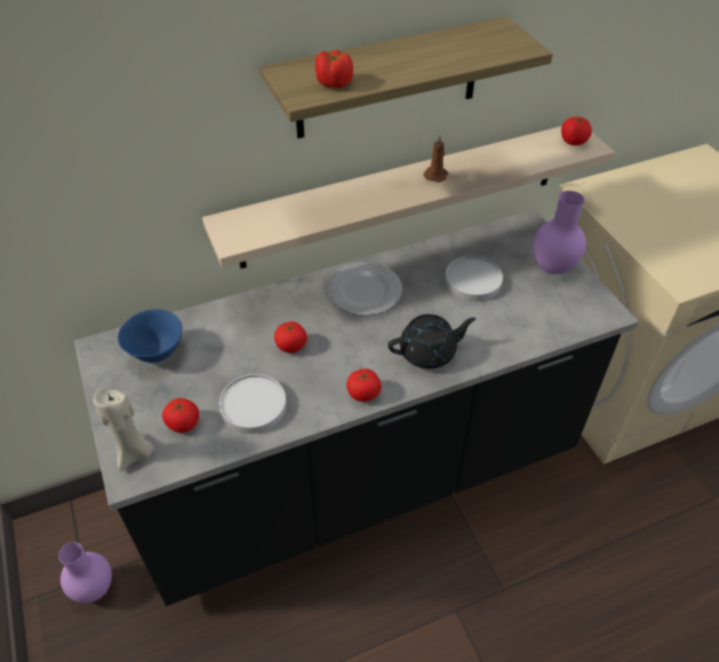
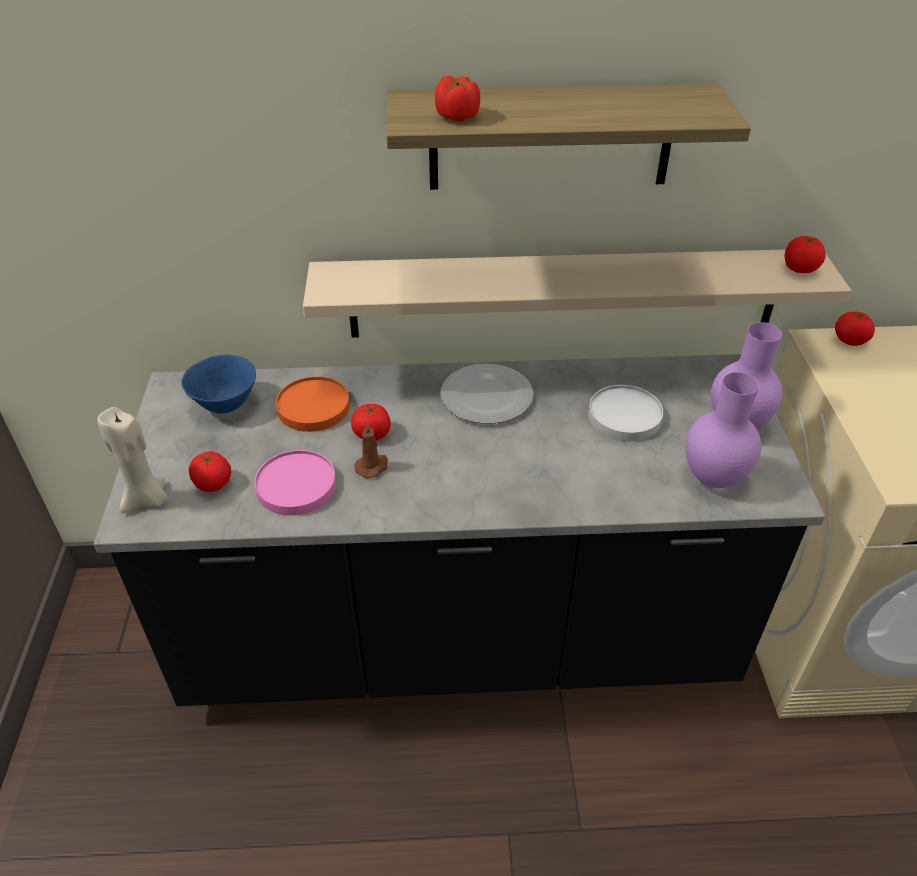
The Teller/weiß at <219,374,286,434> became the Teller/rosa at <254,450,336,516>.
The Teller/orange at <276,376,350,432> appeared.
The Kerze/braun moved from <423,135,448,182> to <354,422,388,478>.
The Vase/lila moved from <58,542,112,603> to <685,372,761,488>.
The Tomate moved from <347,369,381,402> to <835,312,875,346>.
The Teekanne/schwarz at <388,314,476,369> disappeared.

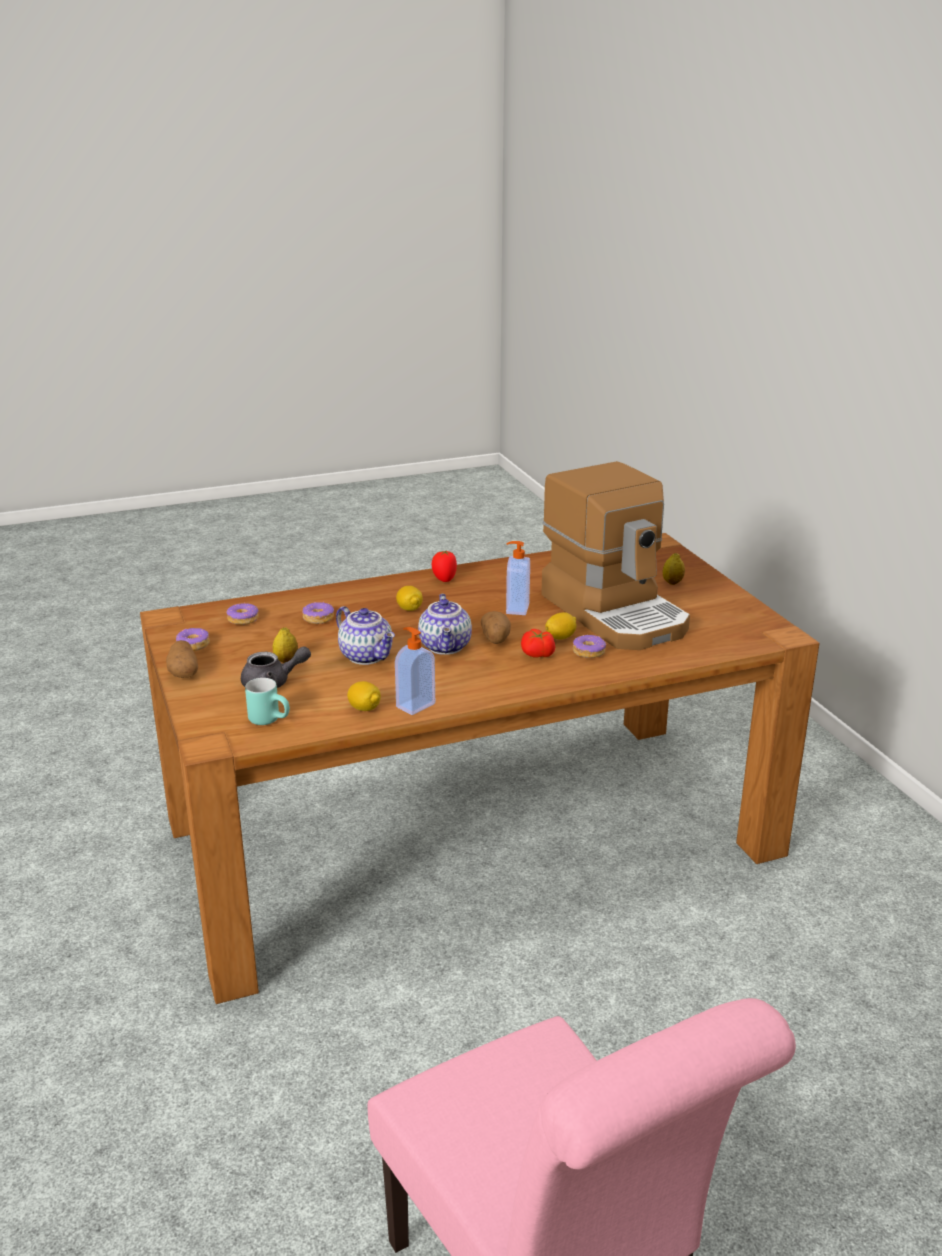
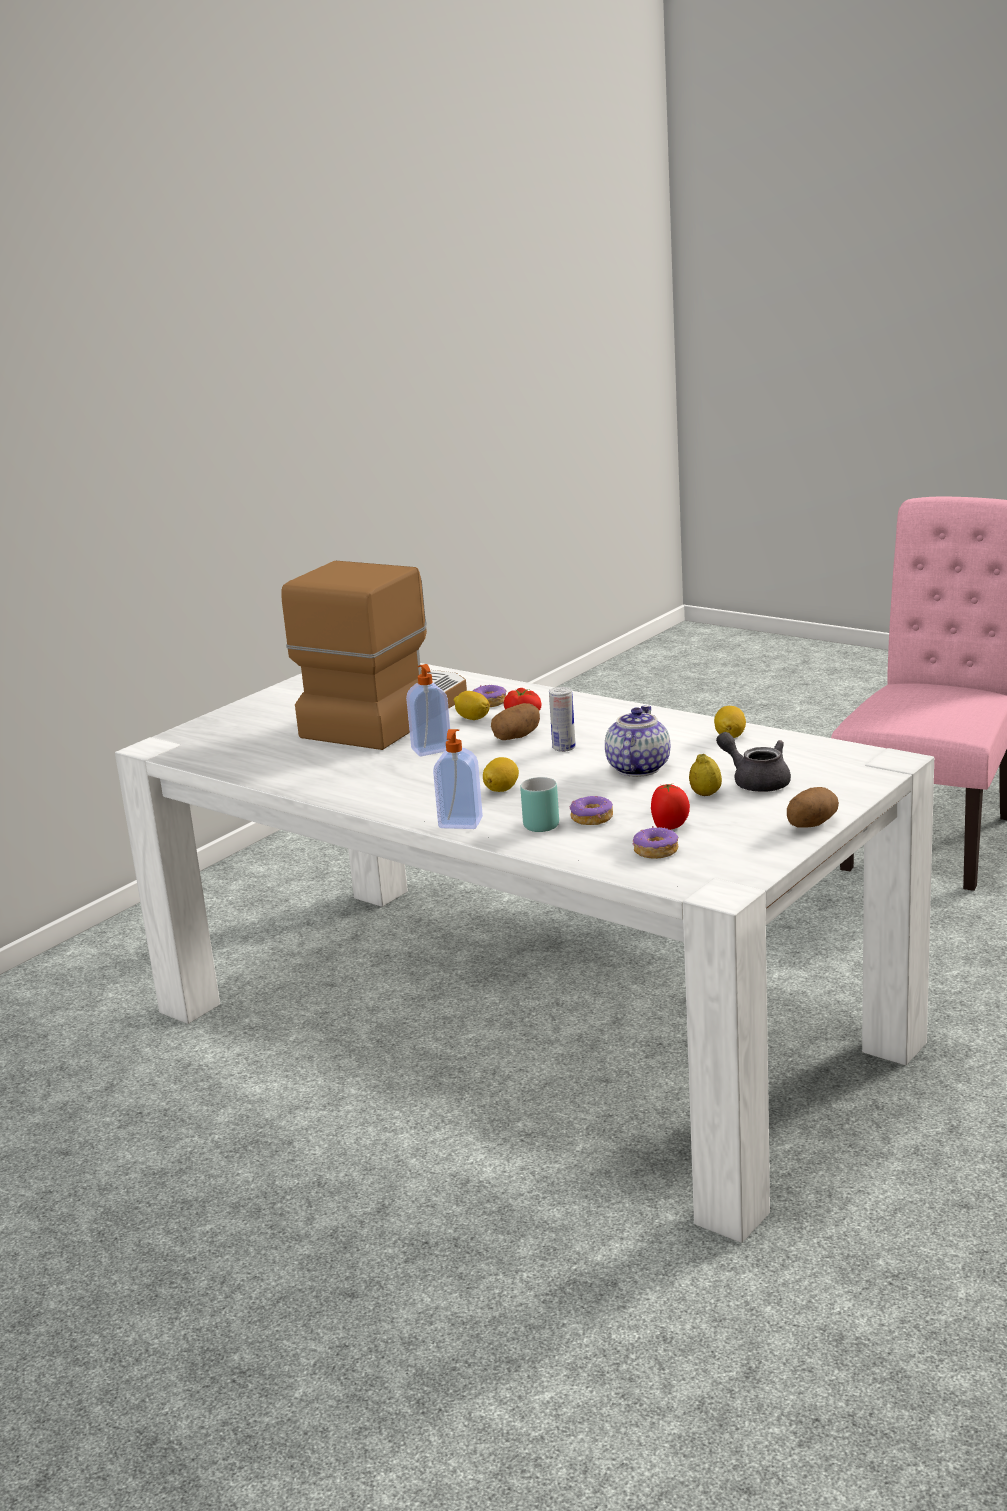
The Esstisch/braun at <140,533,820,1004> became the Esstisch/weiß at <115,663,934,1243>.
The Seifenspender moved from <395,627,435,715> to <433,729,483,829>.
The Henkelbecher/türkis moved from <245,678,290,725> to <520,777,559,832>.
The Teekanne at <418,594,472,655> was replaced by the Dose at <549,687,576,752>.
The Tomate moved from <432,550,457,582> to <651,784,690,830>.
The Donut at <176,628,210,651> disappeared.
The Zitrone at <663,553,685,585> disappeared.

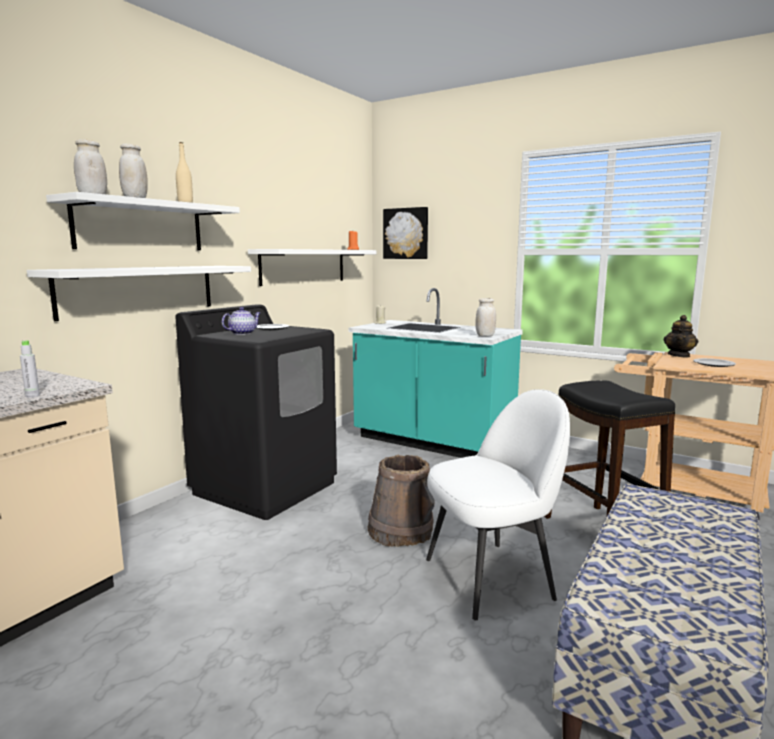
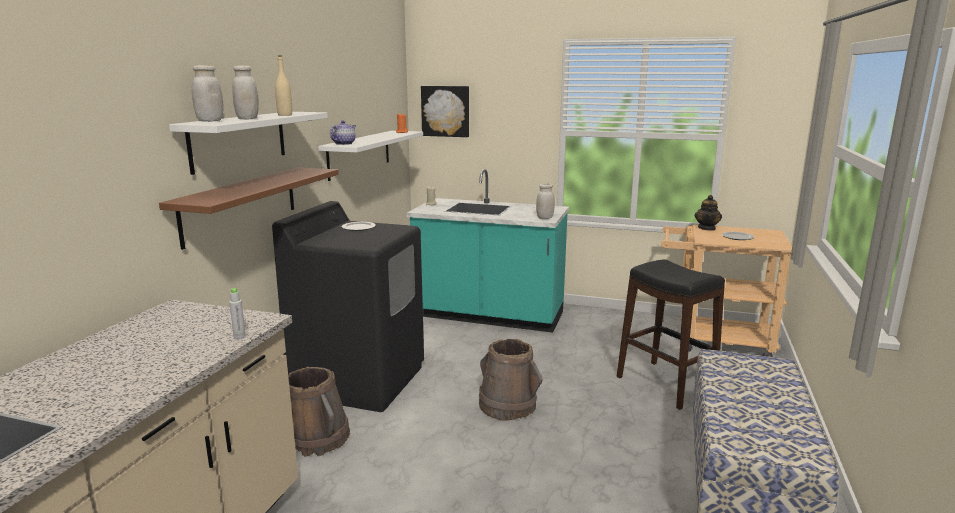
The Wandregal/weiß at <26,266,251,321> became the Wandregal/braun at <159,167,339,250>.
The Eimer/braun at <288,367,350,457> appeared.
The Teekanne moved from <222,307,260,335> to <330,121,356,145>.
The Stuhl/weiß at <426,389,570,620> disappeared.

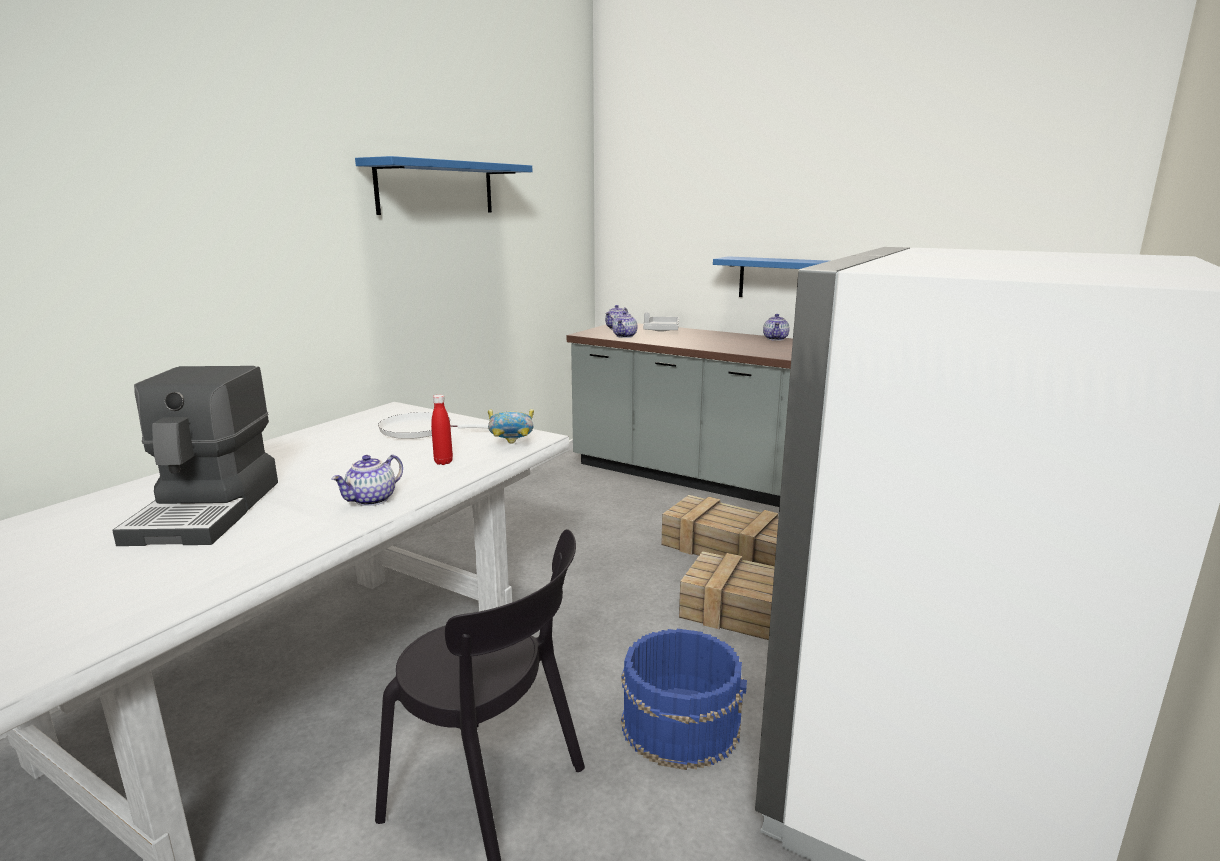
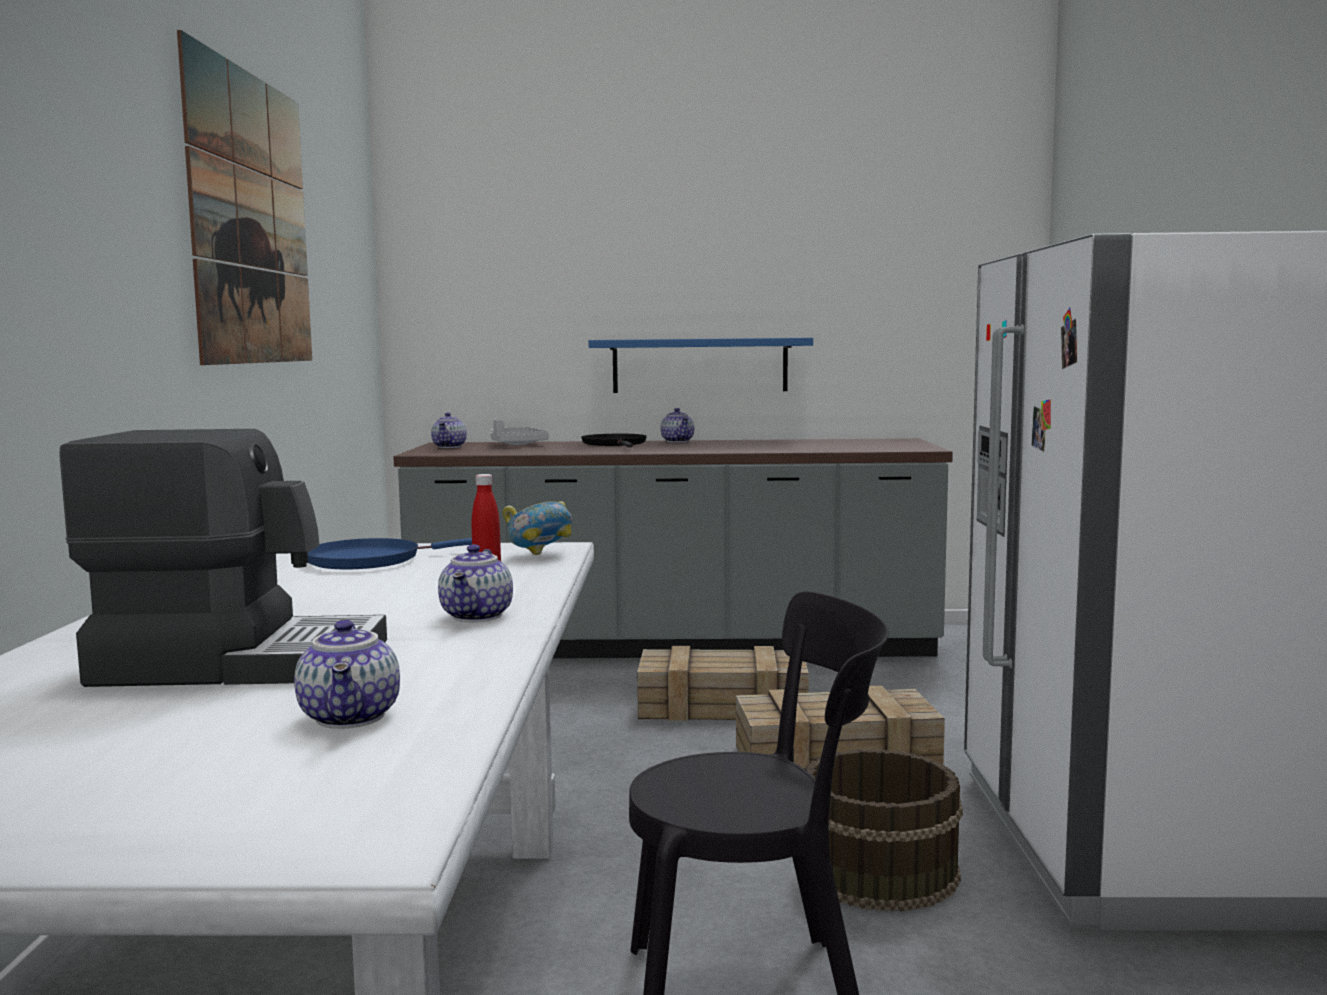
The Kaffeemaschine at <112,366,278,546> turned 60 degrees counterclockwise.
The Wandregal/blau at <355,156,532,215> was replaced by the Bild at <177,30,312,365>.
The Teekanne moved from <612,311,637,338> to <294,620,400,729>.
The Pfanne/weiß at <378,412,488,439> became the Pfanne/blau at <308,538,472,569>.
The Pfanne/schwarz at <581,434,647,447> appeared.
The Eimer/blau at <621,629,747,770> became the Eimer/braun at <804,749,963,912>.

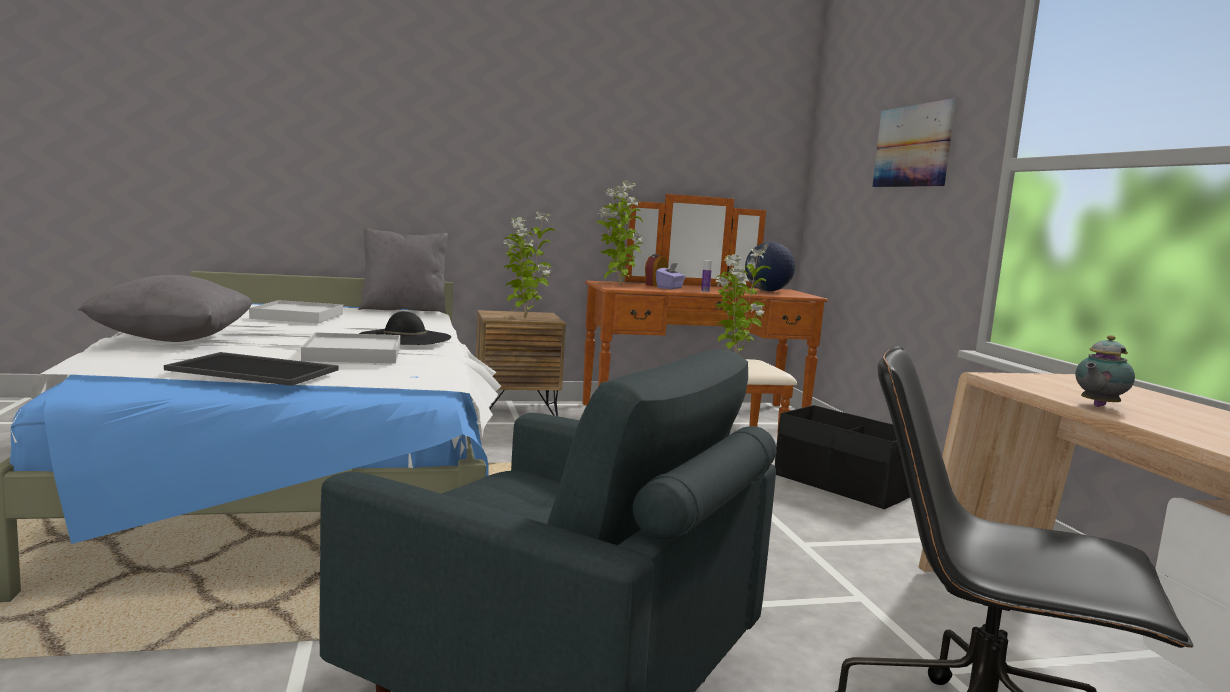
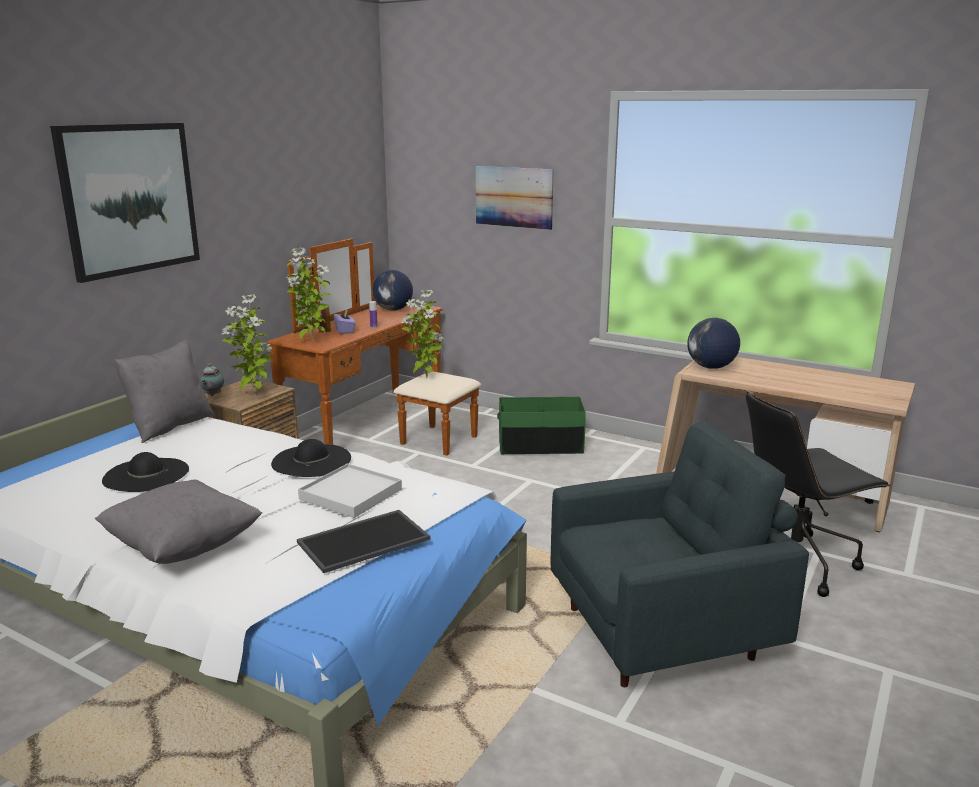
The Bild at <50,123,200,283> appeared.
The Tablett/weiß at <249,300,343,323> was replaced by the Hut/schwarz at <102,452,189,492>.
The Teekanne moved from <1075,335,1135,407> to <200,364,224,396>.
The Aufbewahrungsbox/schwarz at <775,405,910,509> became the Aufbewahrungsbox/grün at <497,397,586,454>.
The Globus at <687,318,740,369> appeared.

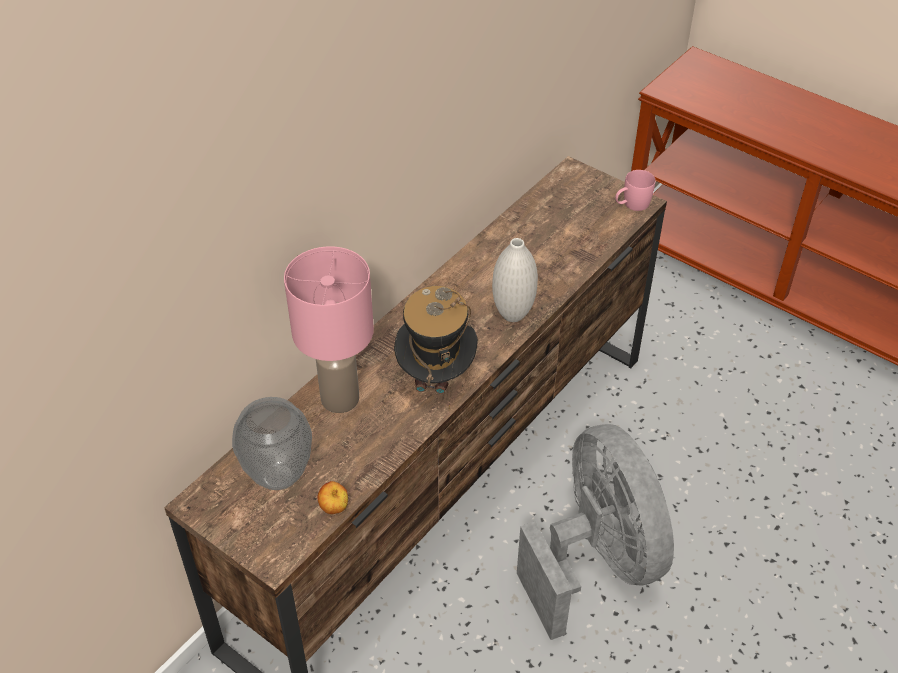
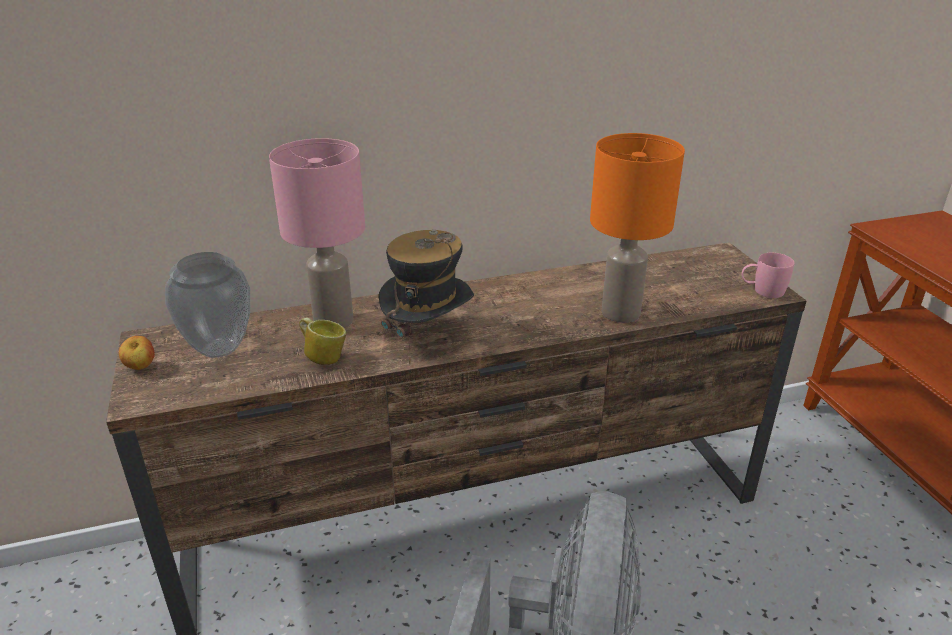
The Apfel moved from <317,481,348,514> to <119,336,155,370>.
The Henkelbecher at <299,318,346,365> appeared.
The Tischlampe/orange at <590,133,685,323> appeared.
The Vase/weiß at <492,238,538,322> disappeared.

